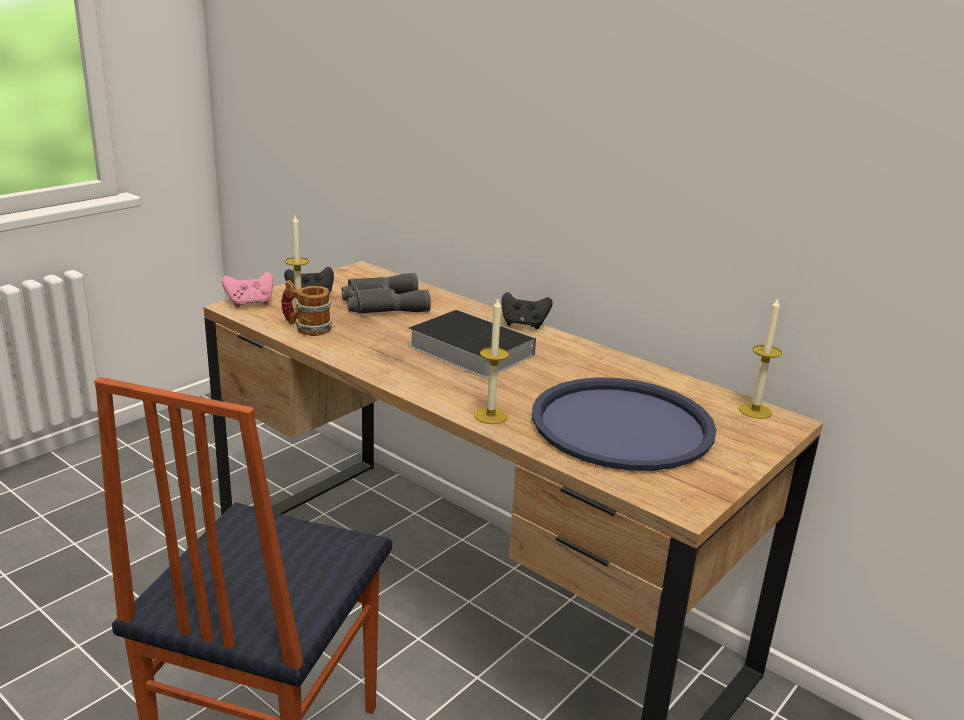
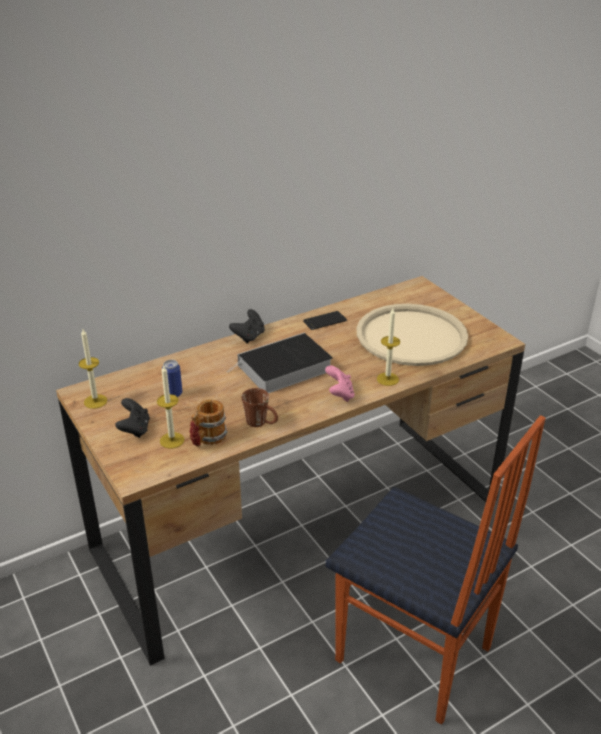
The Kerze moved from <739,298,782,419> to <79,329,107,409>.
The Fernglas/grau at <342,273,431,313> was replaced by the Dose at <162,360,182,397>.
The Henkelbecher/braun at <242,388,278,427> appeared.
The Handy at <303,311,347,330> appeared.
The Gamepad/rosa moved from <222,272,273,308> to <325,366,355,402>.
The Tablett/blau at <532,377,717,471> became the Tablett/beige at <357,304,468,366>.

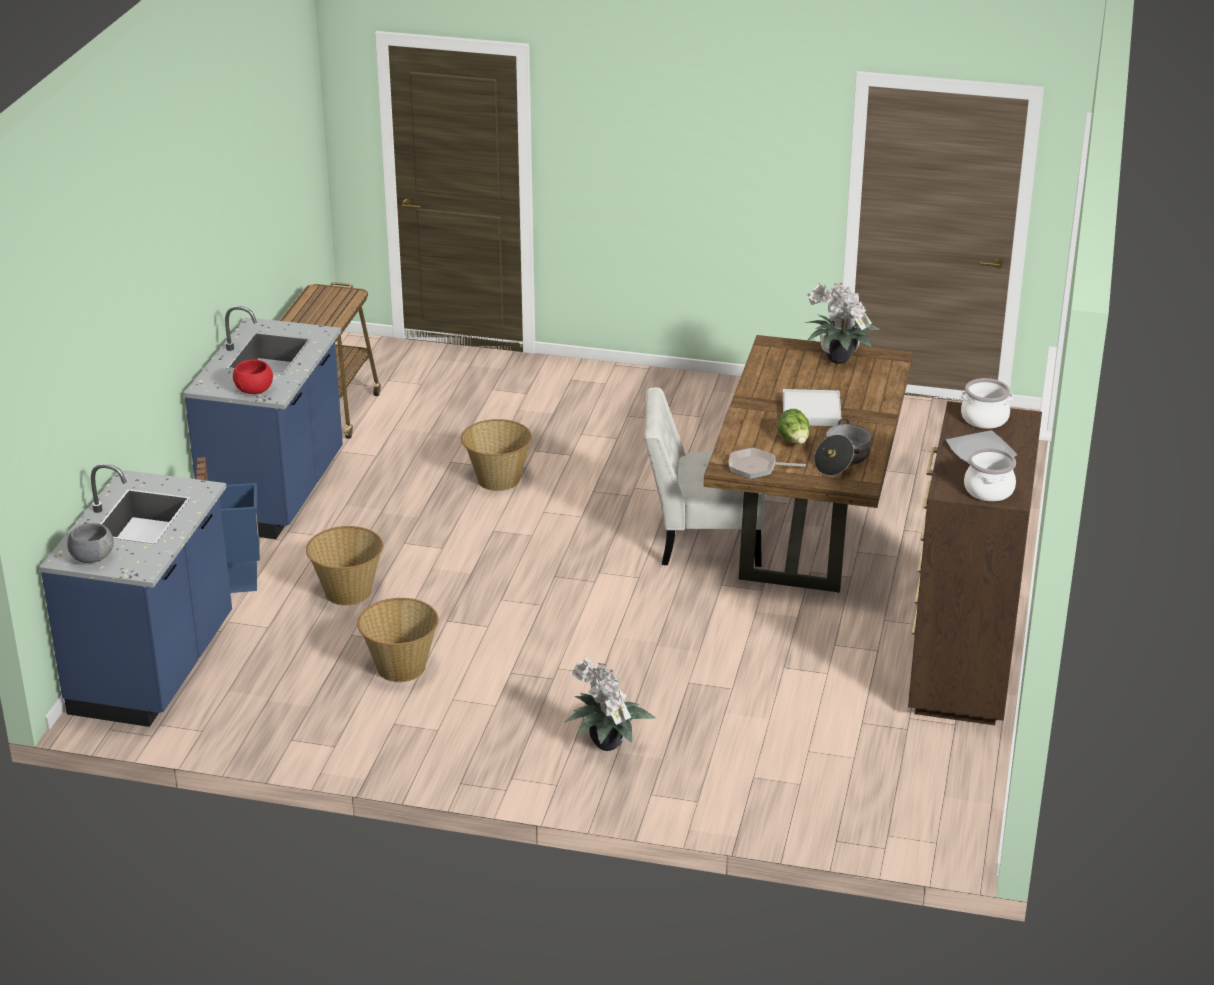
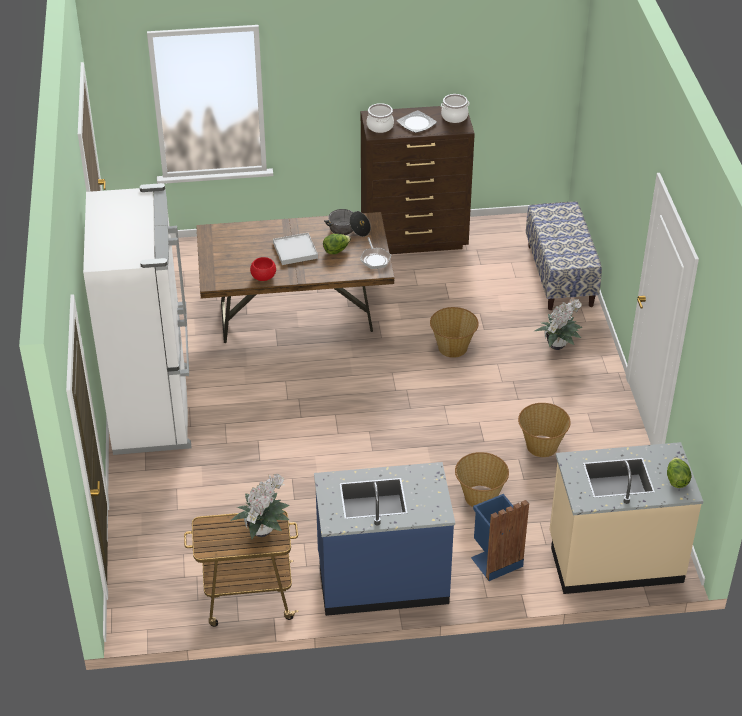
The Kühlschrank/weiß at <83,183,191,455> appeared.
The Topfpflanze moved from <806,283,881,364> to <230,474,290,539>.
The Schüssel/rot moved from <233,360,273,394> to <250,257,276,281>.
The Korb moved from <461,419,532,491> to <430,307,479,358>.
The Bank at <526,202,602,310> appeared.
The Küchenzeile/blau at <39,464,232,727> became the Küchenzeile/beige at <549,442,703,594>.
The Schüssel/grau at <67,523,114,563> was replaced by the Salatkopf at <667,457,691,488>.
The Stuhl/weiß at <645,387,765,567> disappeared.

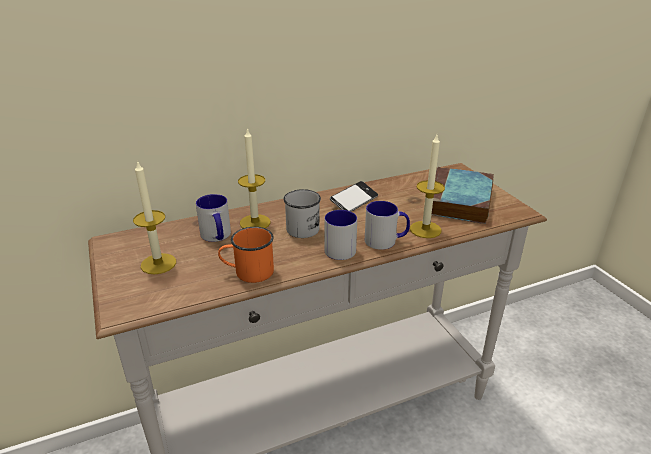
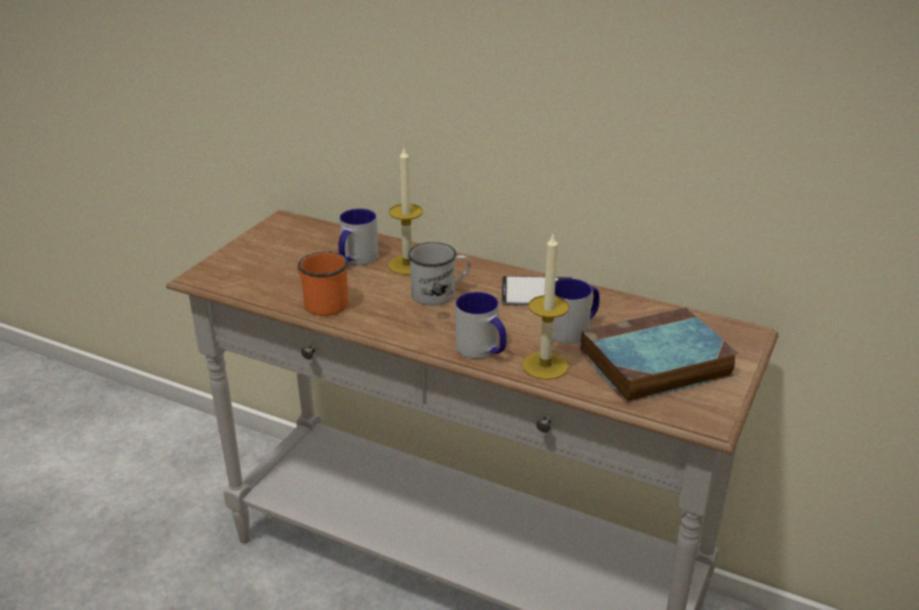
The Henkelbecher moved from <325,210,357,260> to <553,278,600,344>.
The Kerze at <133,160,176,274> disappeared.

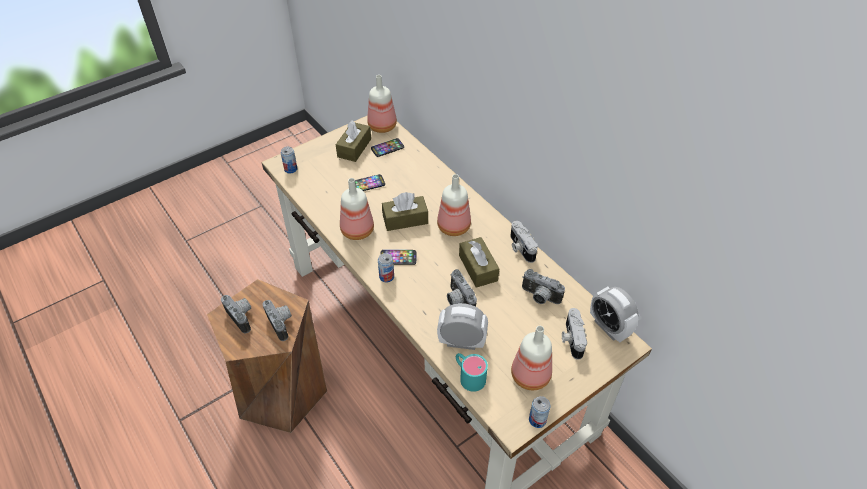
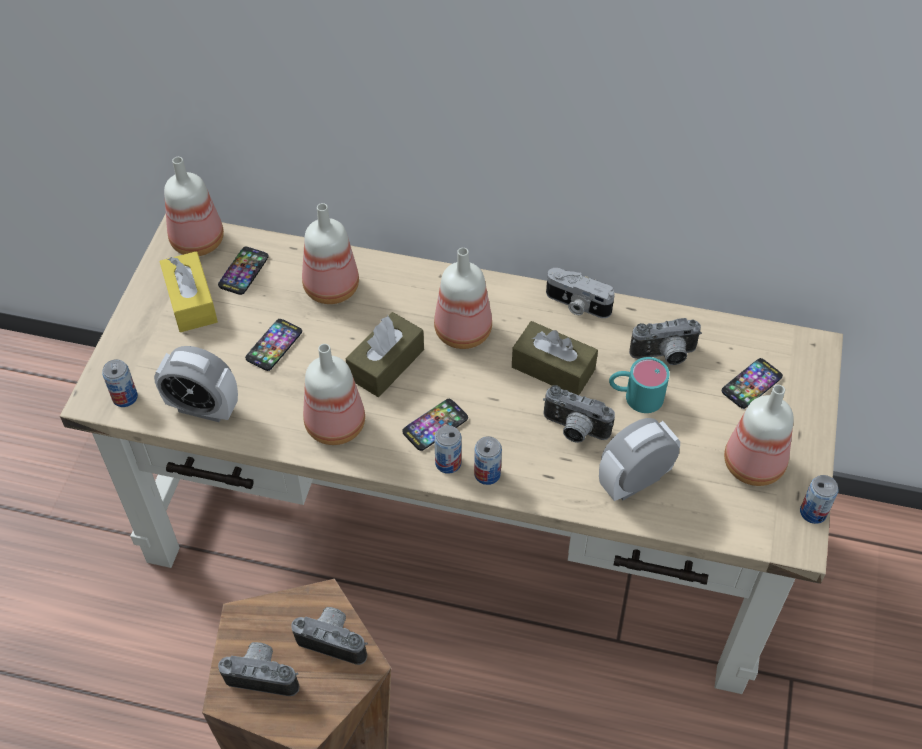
The Wecker moved from <590,286,638,343> to <154,346,238,422>.
The Taschentuchbox/braun at <336,120,371,162> became the Taschentuchbox/gelb at <159,251,218,332>.
The Flasche at <302,203,359,304> appeared.
The Dose at <474,436,502,485> appeared.
The Henkelbecher/türkis moved from <456,353,488,392> to <609,357,669,413>.
The Kamera at <562,308,587,360> was replaced by the Handy at <722,358,783,409>.

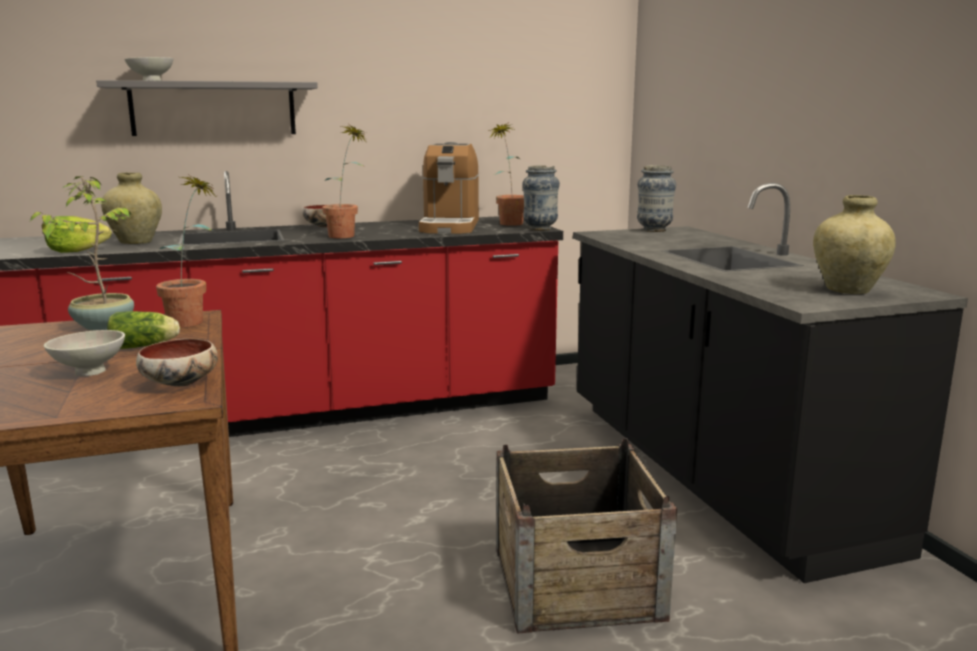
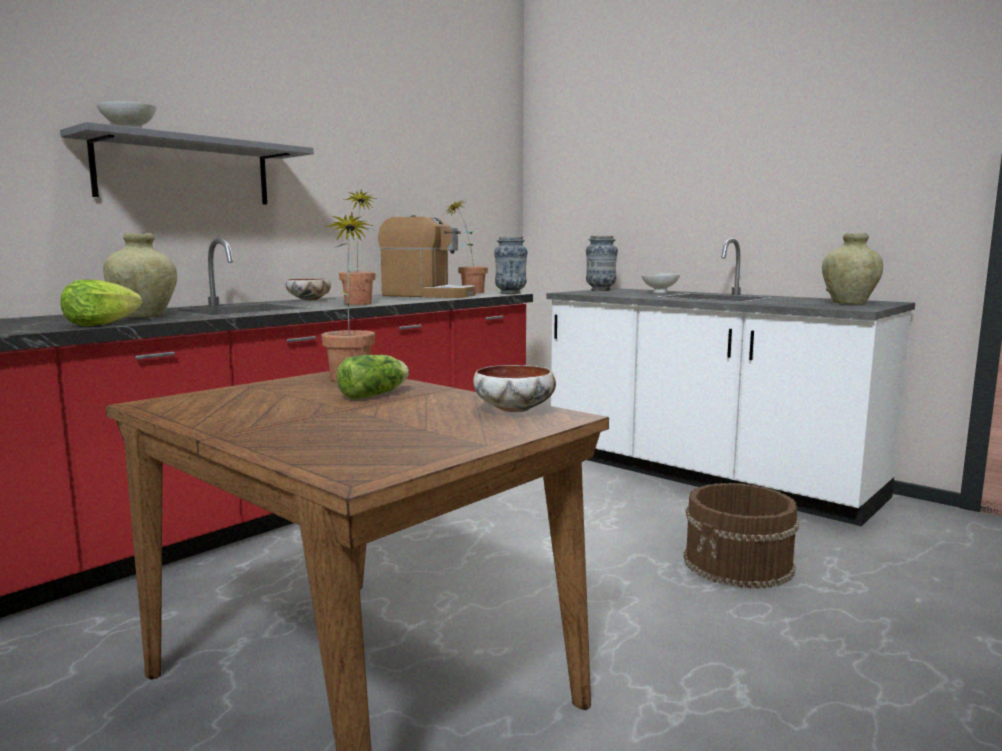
The Kaffeemaschine at <419,142,479,234> turned 45 degrees counterclockwise.
The Küchenzeile/schwarz at <573,183,968,583> became the Küchenzeile/weiß at <546,238,915,526>.
The Schüssel/weiß moved from <44,330,125,376> to <641,273,680,293>.
The Kiste at <496,438,677,633> was replaced by the Eimer/braun at <684,483,799,589>.
The Topfpflanze at <30,176,134,330> disappeared.

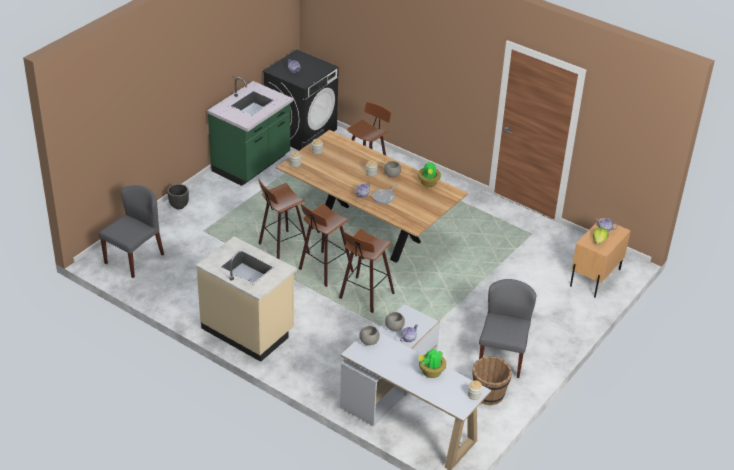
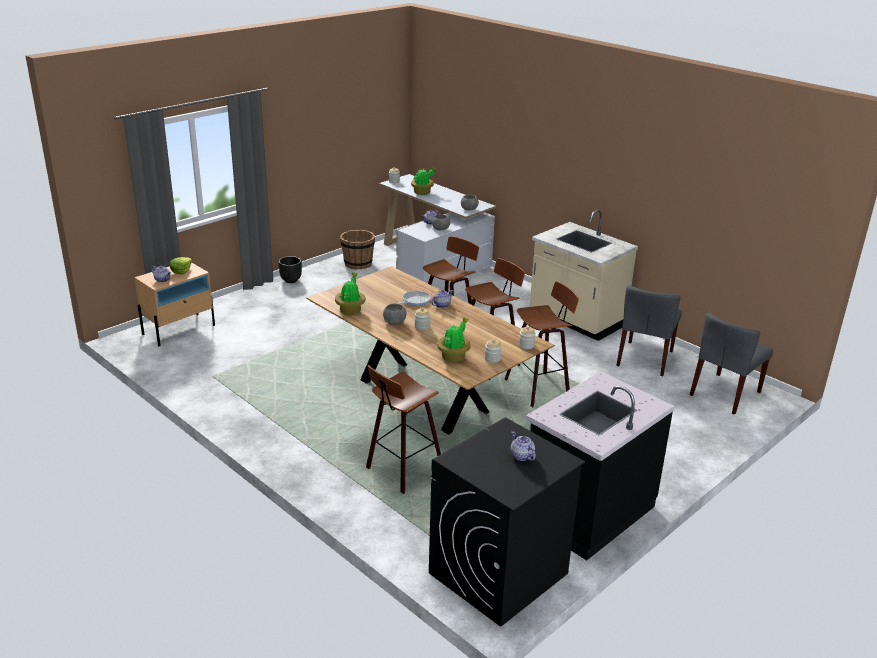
The Pflanzkübel/schwarz moved from <167,184,189,209> to <278,256,302,283>.
The Topfpflanze at <437,317,470,362> appeared.
The Küchenzeile/grün at <207,77,293,186> became the Küchenzeile/schwarz at <526,371,674,560>.
The Stuhl/grau moved from <479,279,536,378> to <616,285,682,376>.

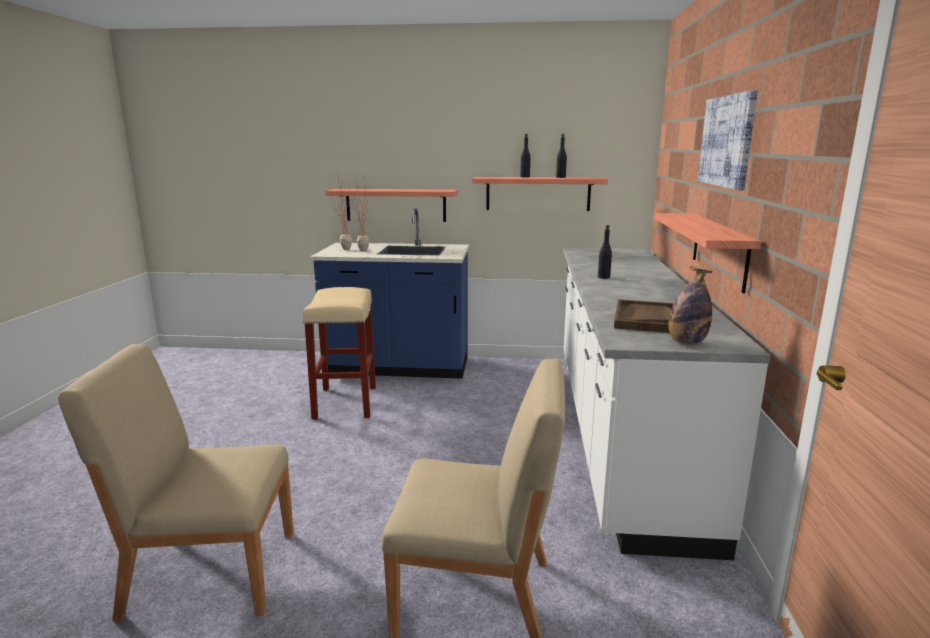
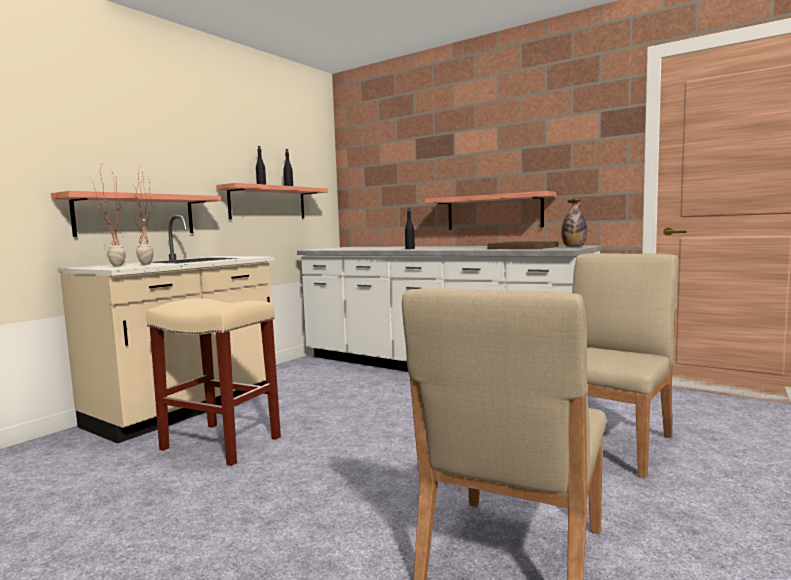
The Küchenzeile/blau at <310,208,469,379> became the Küchenzeile/beige at <58,215,274,444>.
The Bild at <698,90,758,190> disappeared.

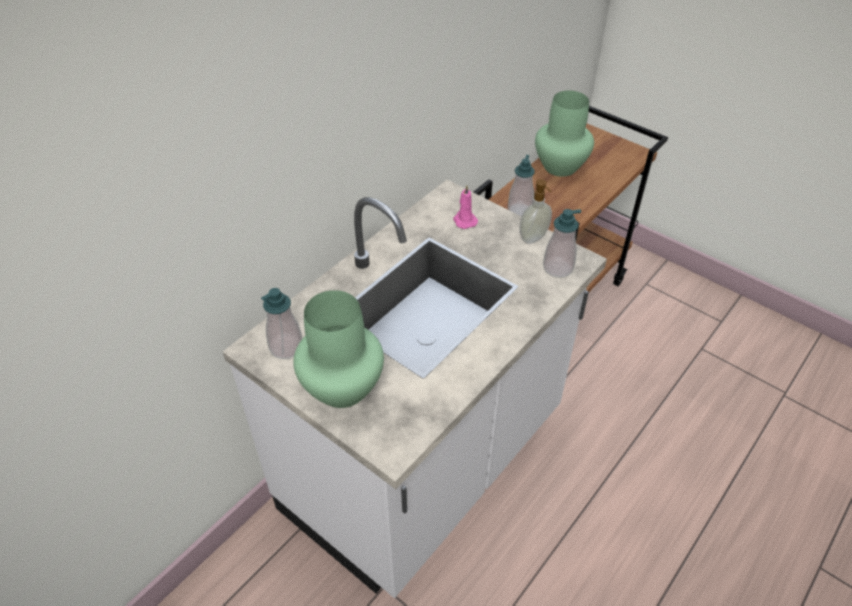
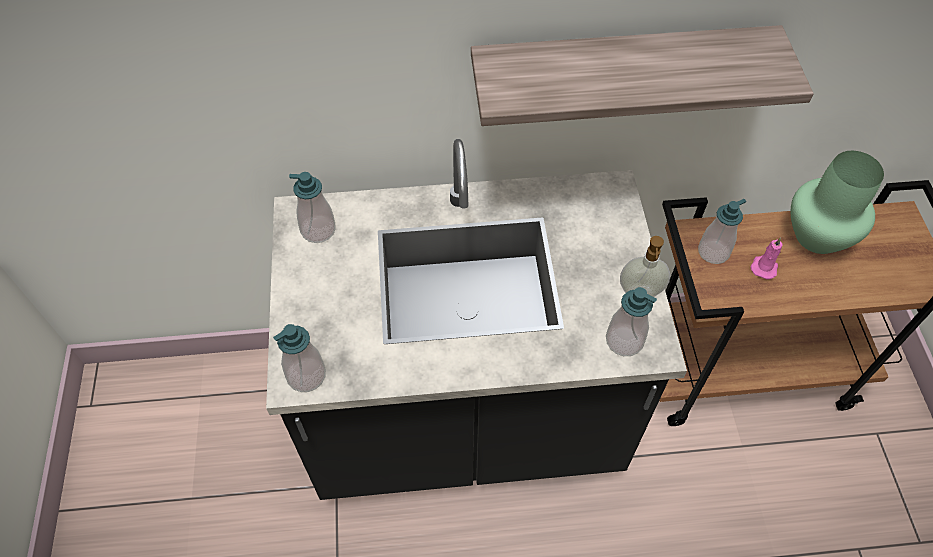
The Küchenzeile/weiß at <223,180,607,598> became the Küchenzeile/schwarz at <266,139,687,500>.
The Seifenspender at <273,324,326,392> appeared.
The Wandregal at <471,25,814,126> appeared.
The Kerze/rosa moved from <453,185,478,229> to <750,237,783,280>.
The Vase/grün at <293,290,384,408> disappeared.

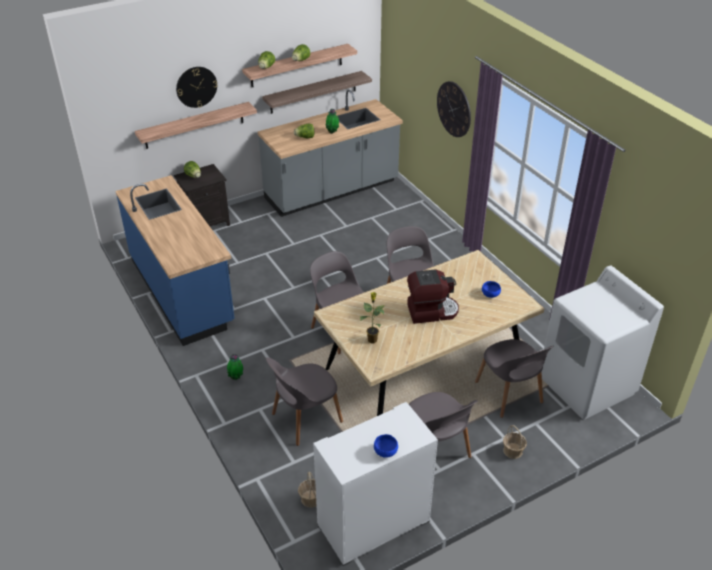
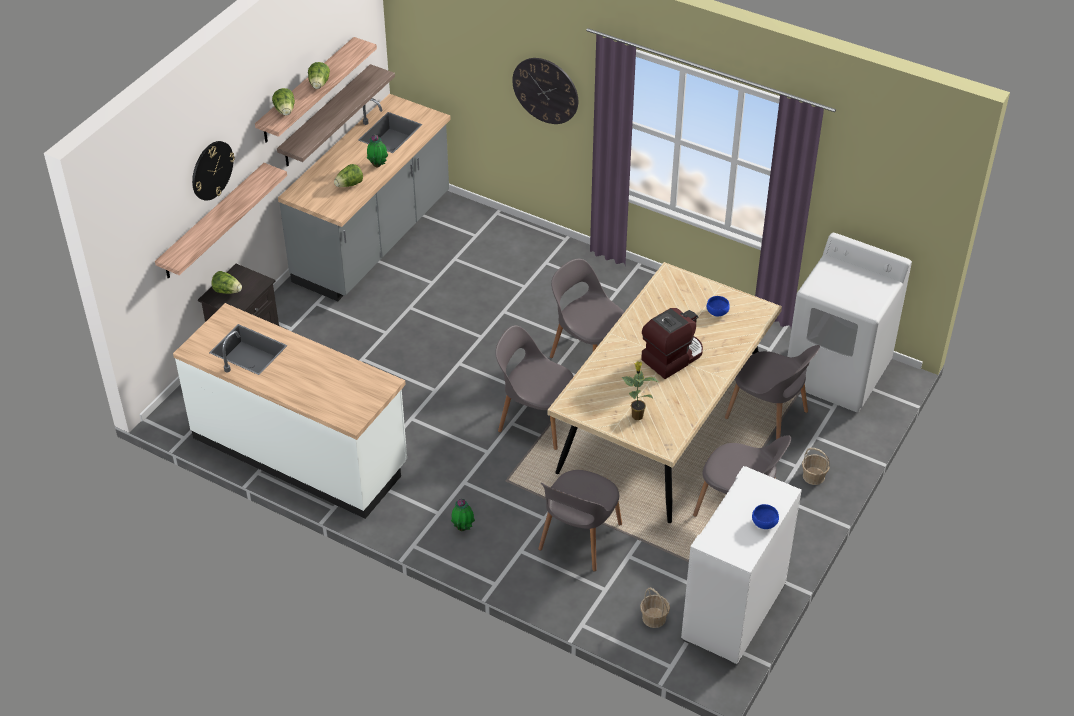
The Küchenzeile/blau at <116,175,235,346> became the Küchenzeile/weiß at <173,303,407,519>.

